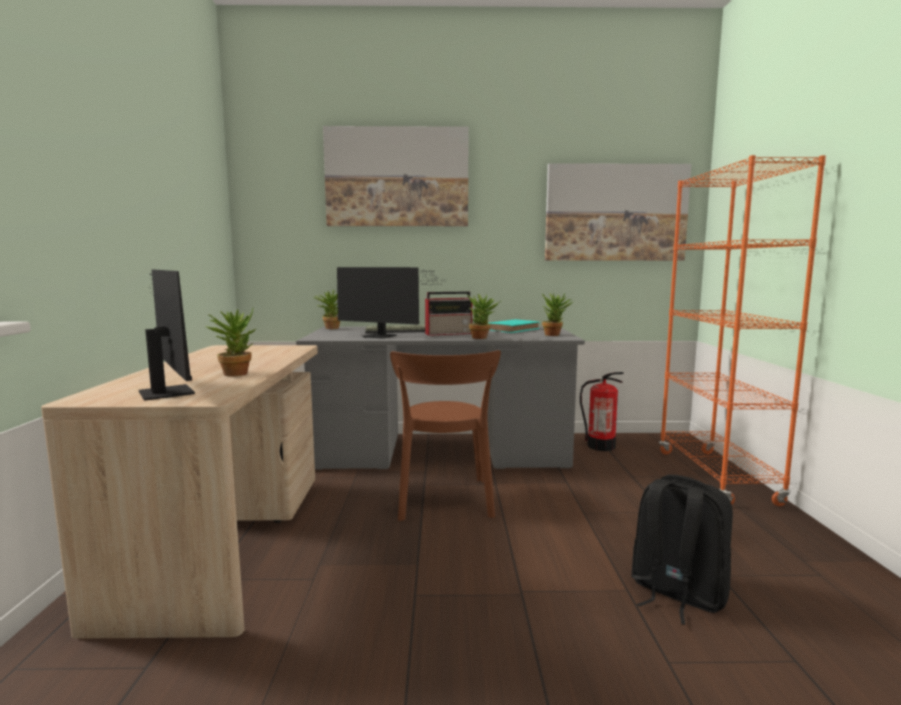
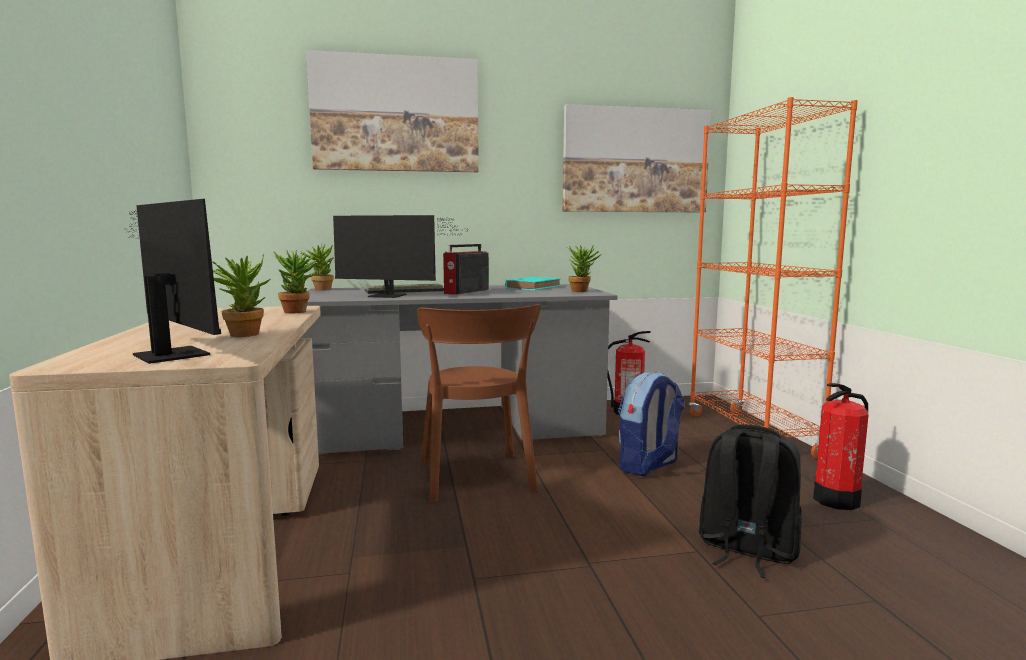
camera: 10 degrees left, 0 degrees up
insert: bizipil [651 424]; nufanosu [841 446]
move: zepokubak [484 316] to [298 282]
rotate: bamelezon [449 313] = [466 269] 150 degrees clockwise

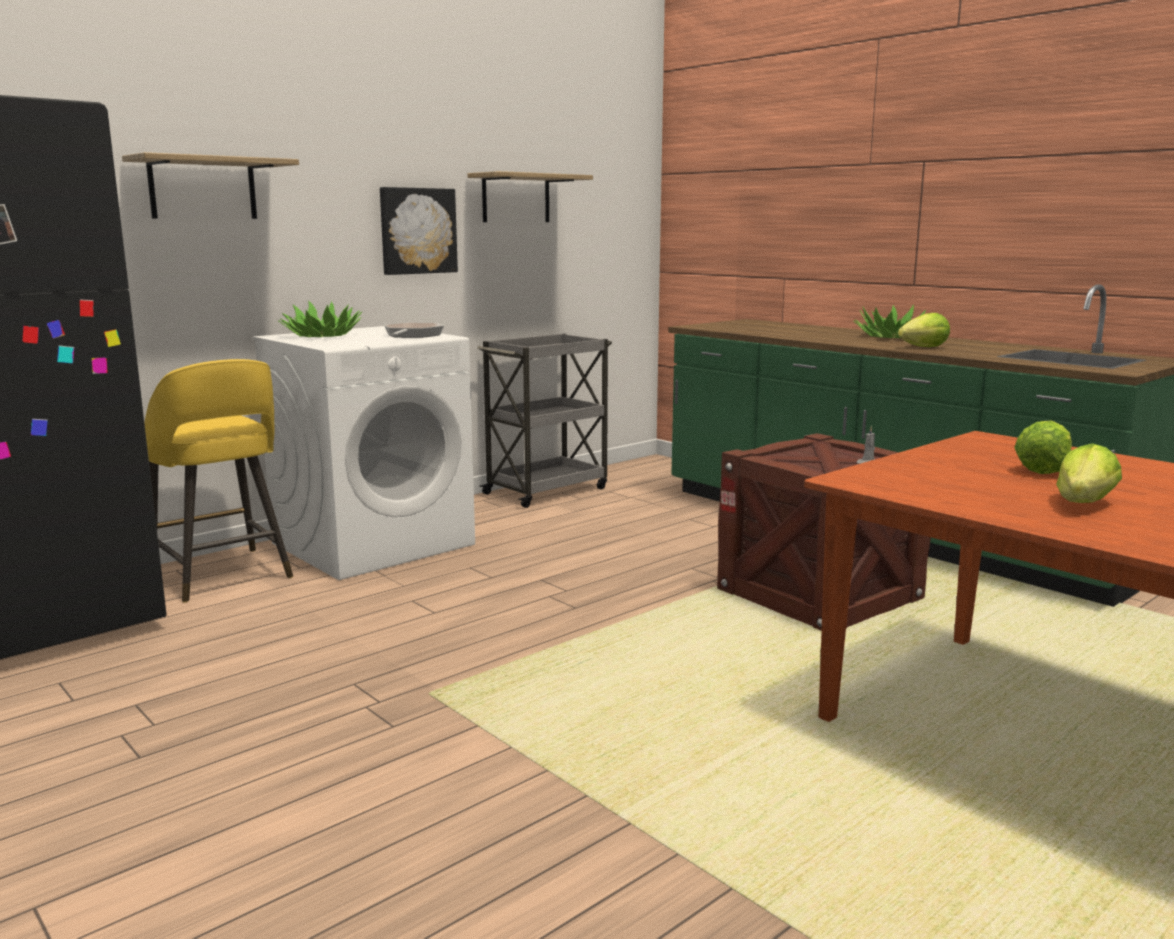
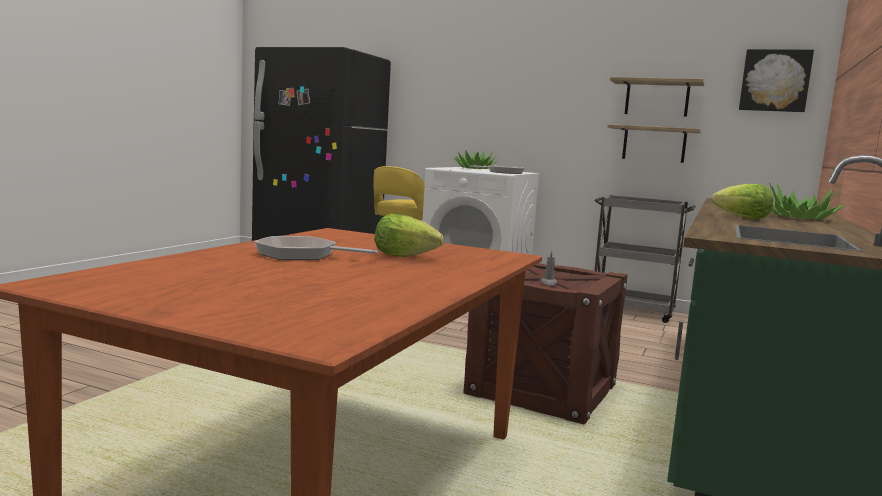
camera: 65 degrees right, 5 degrees down
move: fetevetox [210 185] to [654 143]; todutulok [419 231] to [776 80]
replace: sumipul [1089 473] to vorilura [316 248]

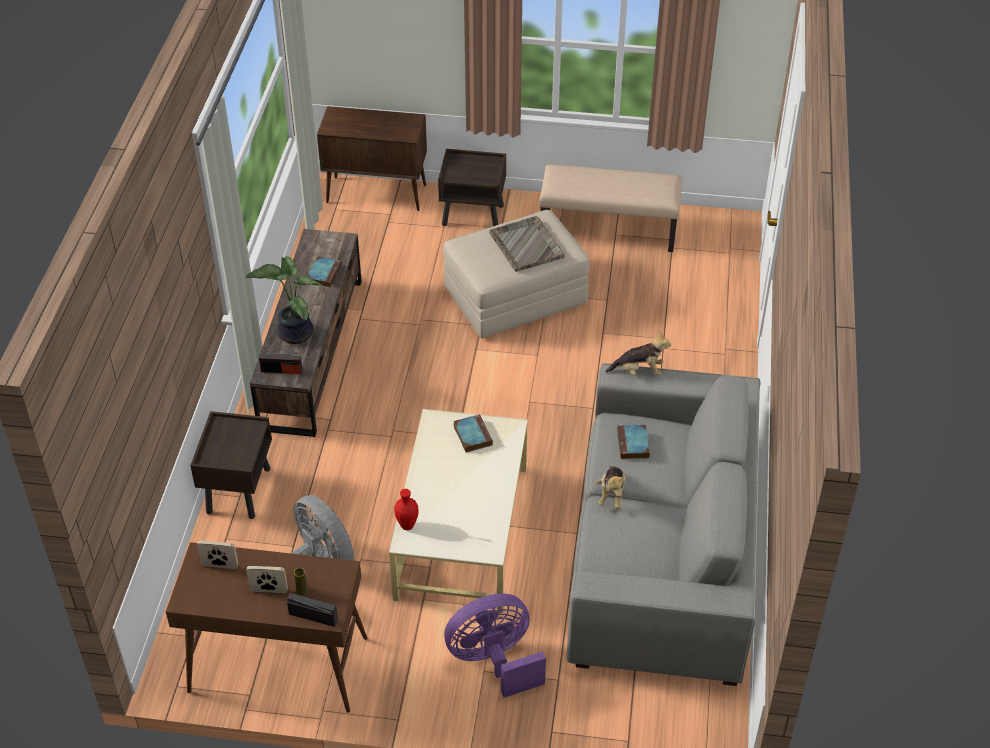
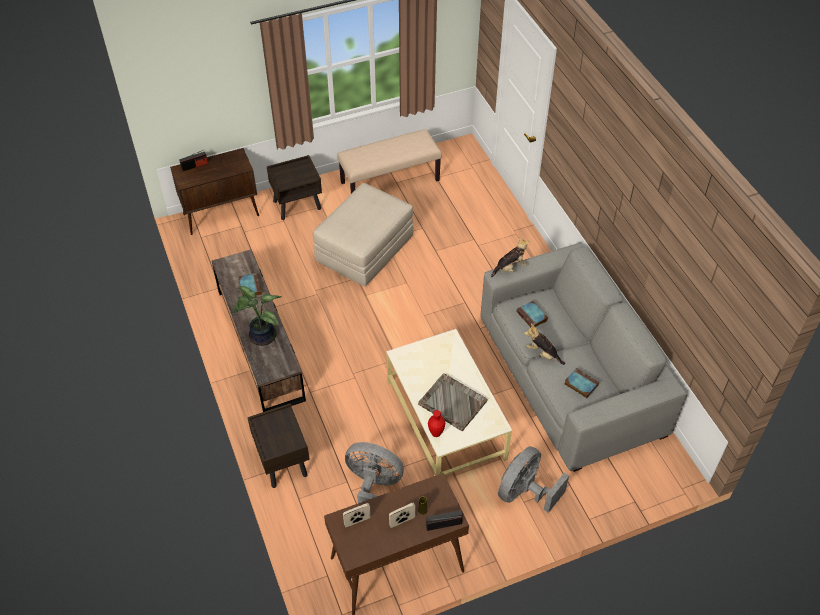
camera: 30 degrees left, 5 degrees up
move: bamelezon [280 363] to [193 160]; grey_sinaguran [527 244] to [453 402]; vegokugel [473 433] to [582 383]
recolor: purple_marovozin [495 646] to grey_marovozin [533 479]
rotate: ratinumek [611 487] = [544 344] 150 degrees clockwise

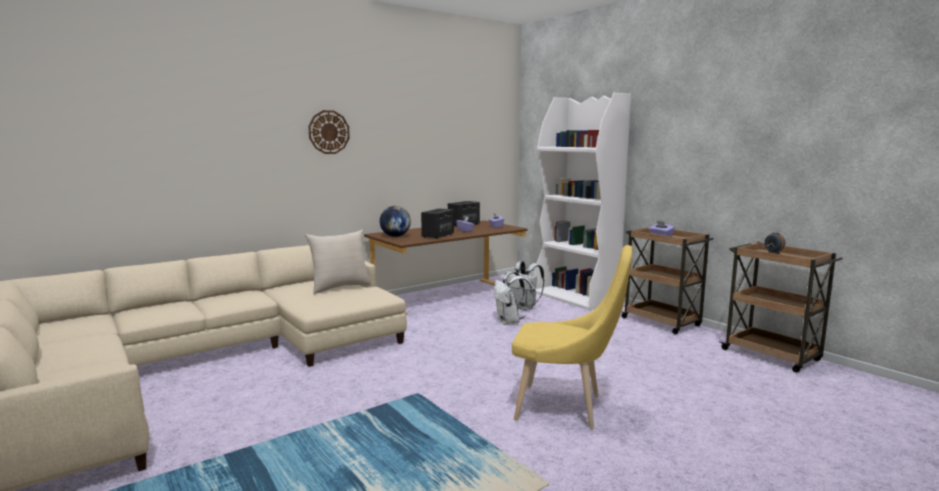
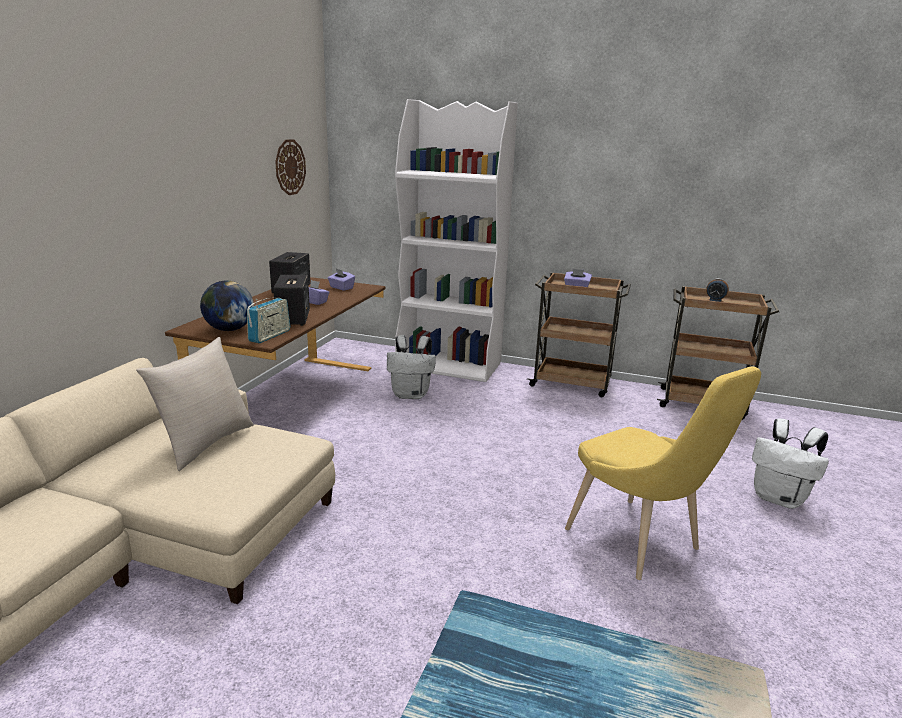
camera: 35 degrees left, 10 degrees up
insert: bamelezon [268 320]
move: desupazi [329 132] to [290 167]; white_bizipil [514 298] to [790 464]
rotate: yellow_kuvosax [572 337] = [663 473] 75 degrees clockwise

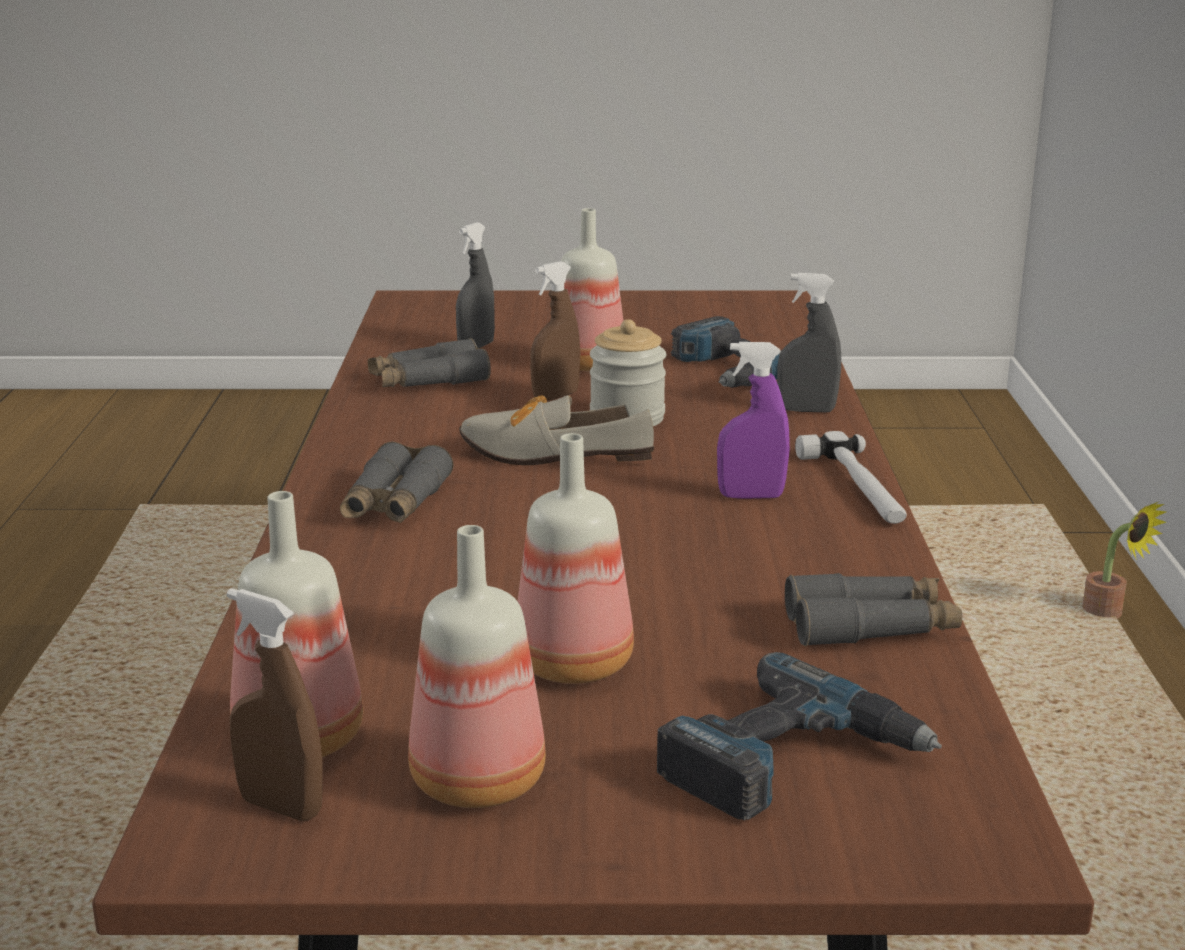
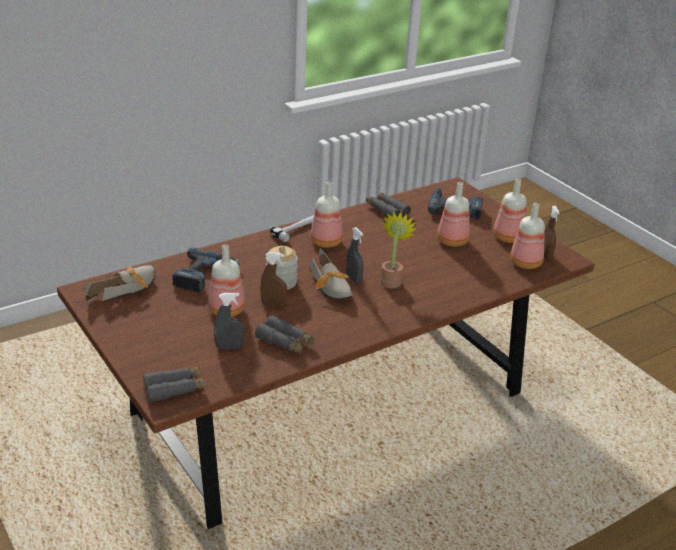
camera: 125 degrees left, 10 degrees up
insert: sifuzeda [120 284]
move: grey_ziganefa [396 482] to [175 384]; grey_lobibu [809 342] to [354 255]; zepokubak [1124 560] to [398 249]
replace: purple_lobibu [753 420] to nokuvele [326 215]

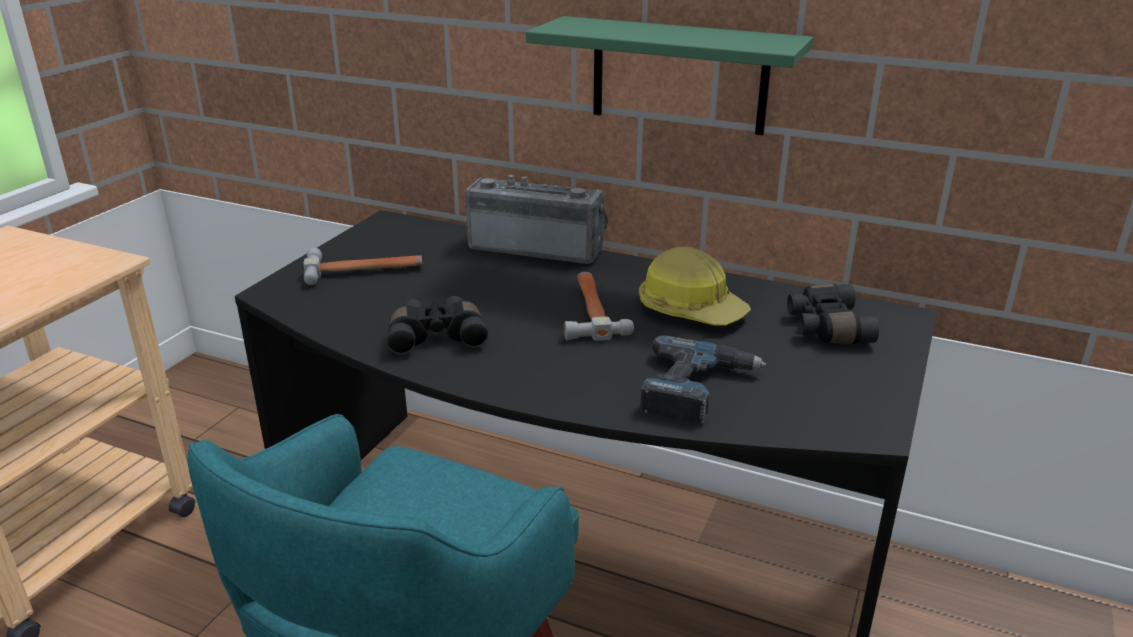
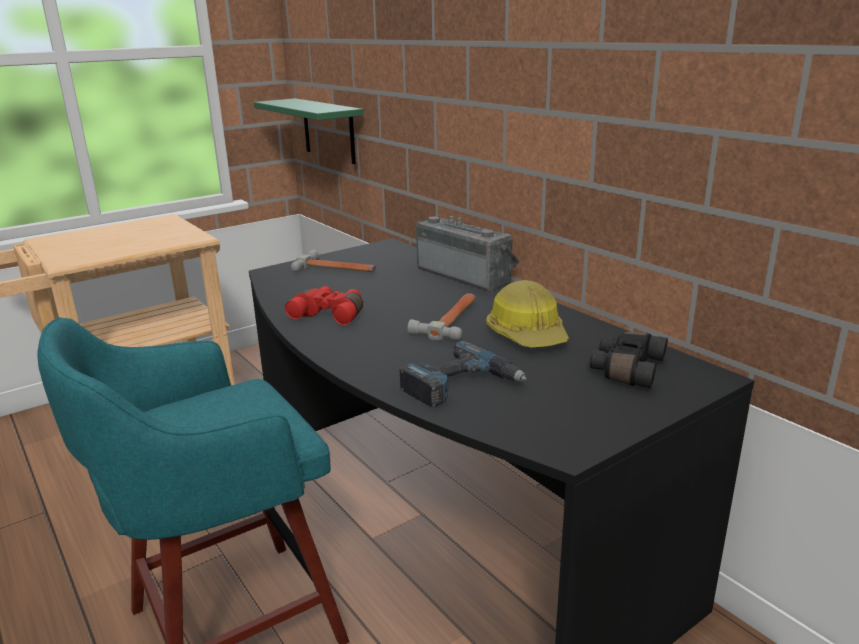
camera: 30 degrees right, 5 degrees down
move: green_fetevetox [669 75] to [308 131]
recolor: black_ziganefa [437 325] to red_ziganefa [324 305]

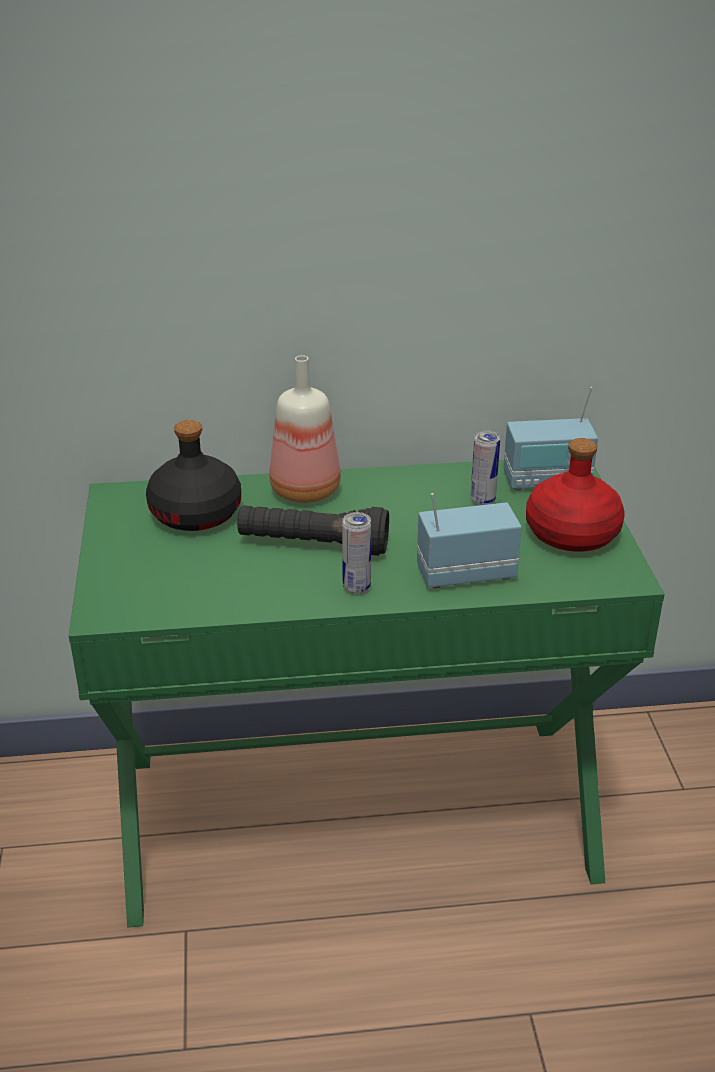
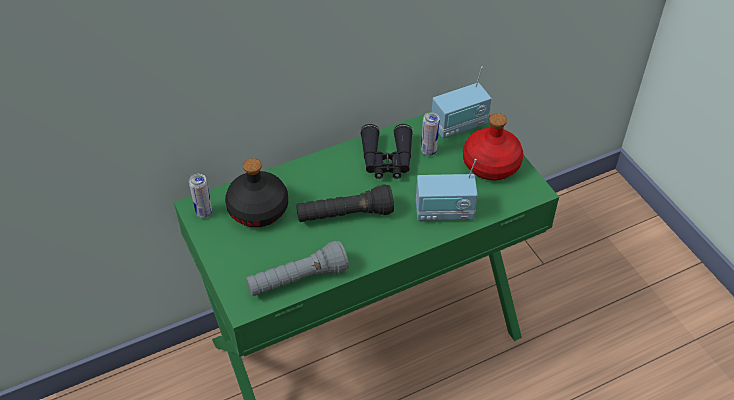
camera: 20 degrees left, 15 degrees up
delete: nokuvele [305 429]
insert: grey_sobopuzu [297 268]; black_ziganefa [386 151]
move: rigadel [356 553] to [201 196]
rotate: bamelezon [469 541] = [447 190] 150 degrees counterclockwise

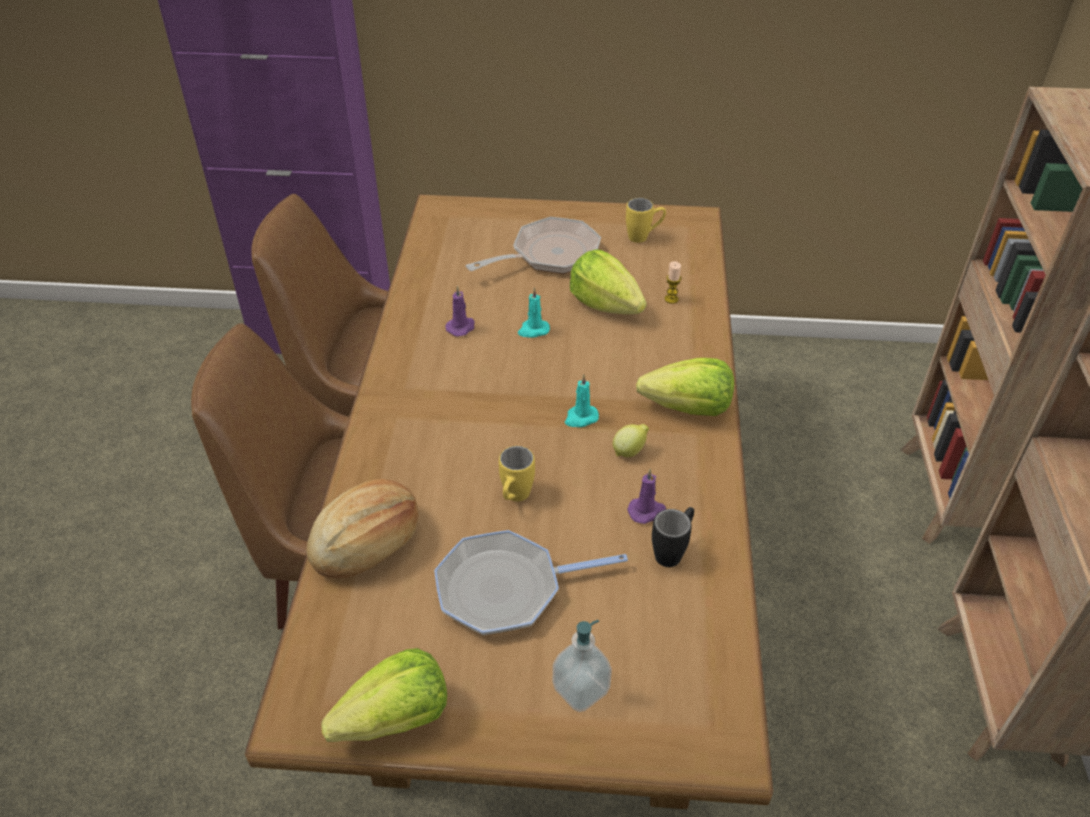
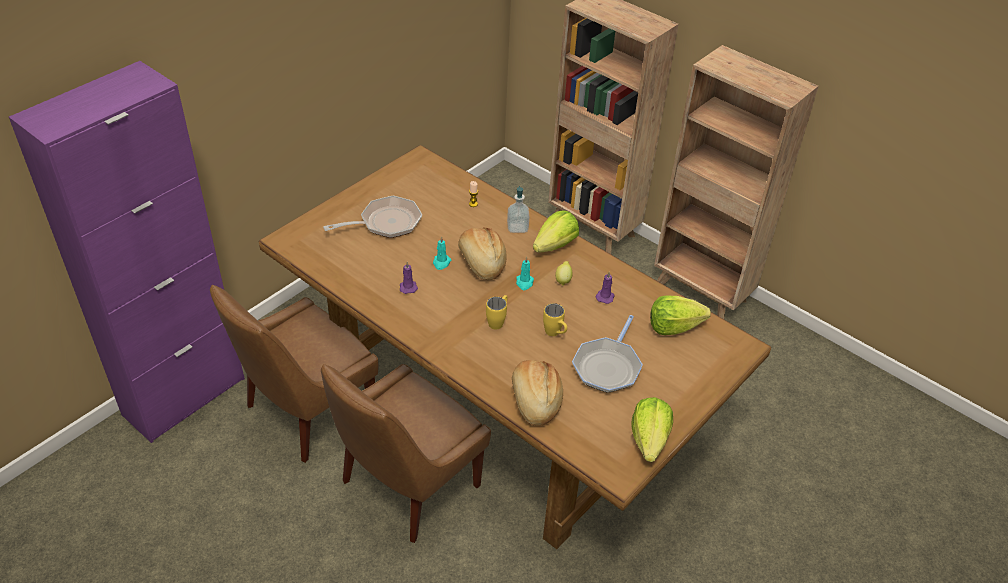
camera: 55 degrees left, 0 degrees up
delete: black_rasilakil [673 537]
insert: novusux [482 253]
move: yellow_rasilakil [646 220] to [496 312]; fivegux [582 666] to [518 209]; sumipul [608 281] to [680 315]
rotate: vorilura [533 245] = [372 217] 60 degrees clockwise

